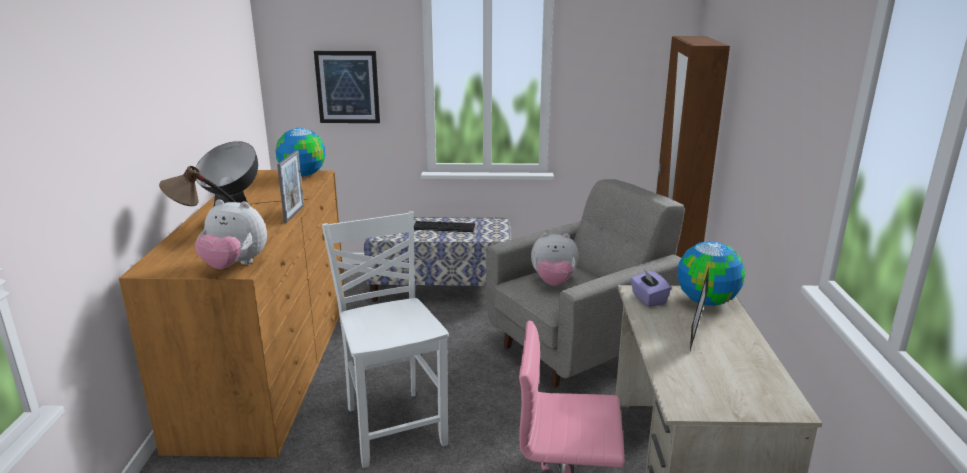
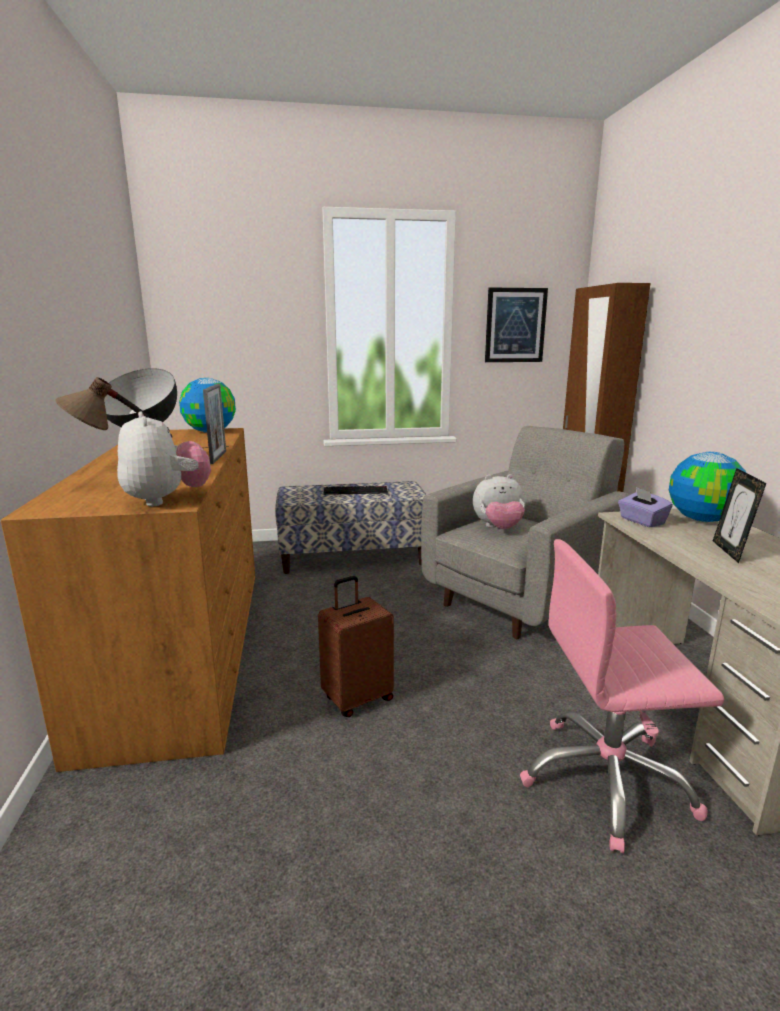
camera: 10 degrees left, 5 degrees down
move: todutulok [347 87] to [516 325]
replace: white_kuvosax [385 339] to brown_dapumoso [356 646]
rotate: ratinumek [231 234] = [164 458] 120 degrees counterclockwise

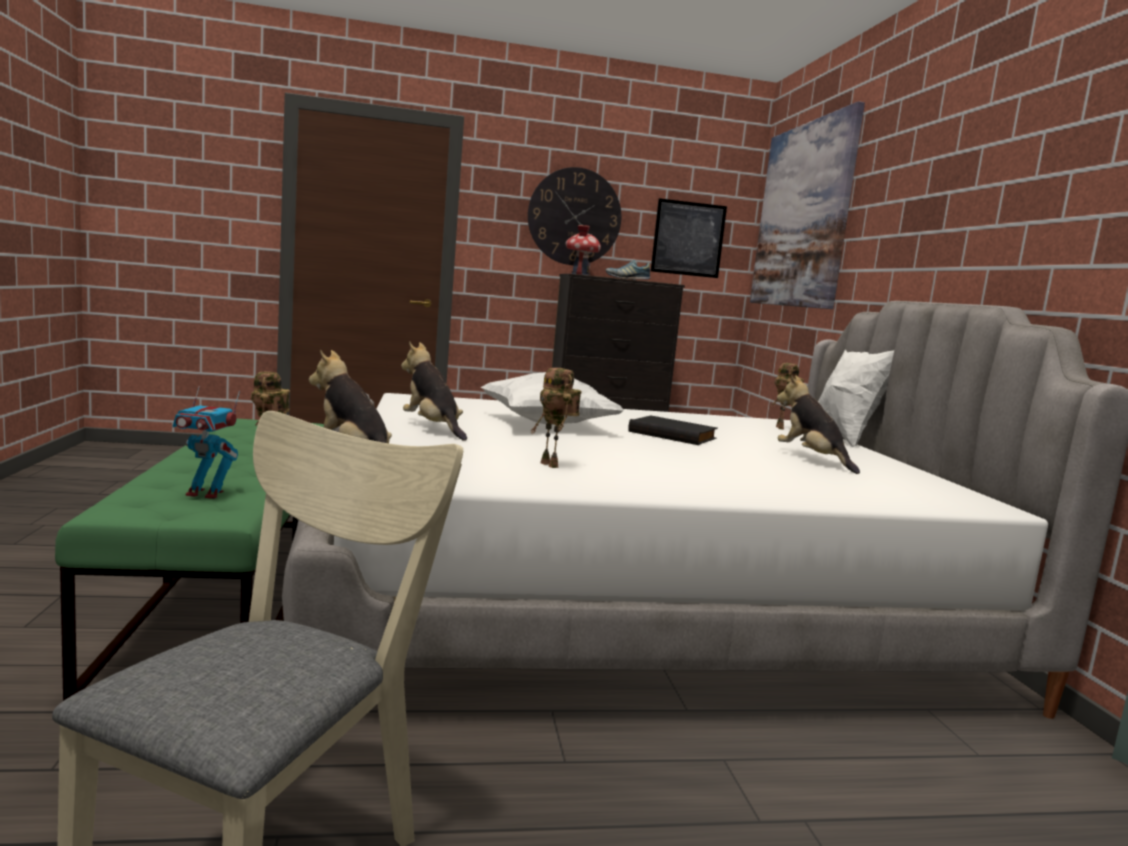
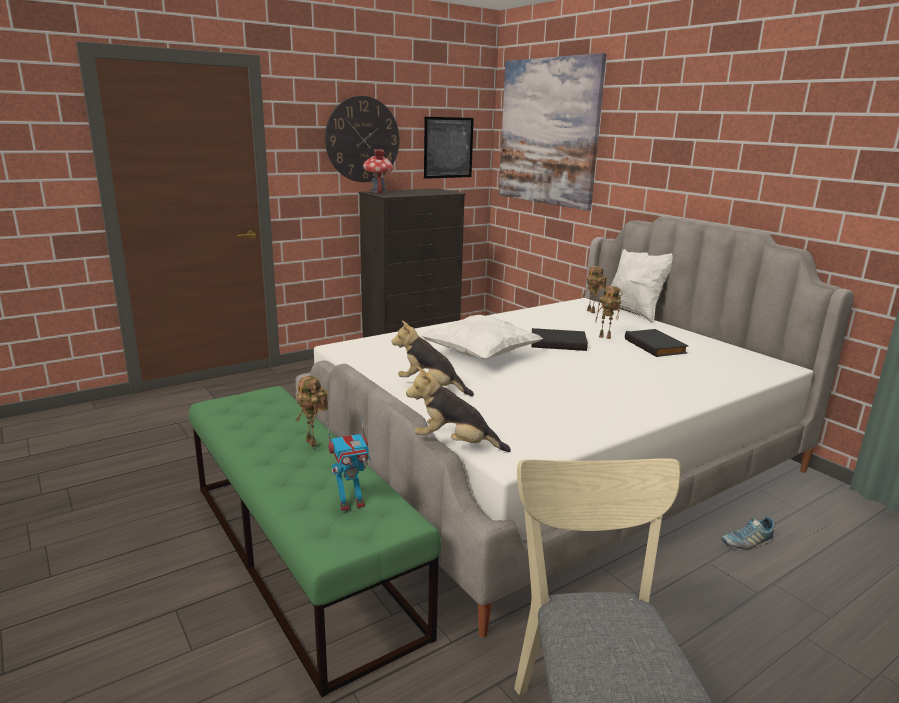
camera: 25 degrees left, 10 degrees up
move: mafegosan [556 418] to [609 312]; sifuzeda [628 269] to [748 534]
replace: ratinumek [818 424] to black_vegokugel [656 343]

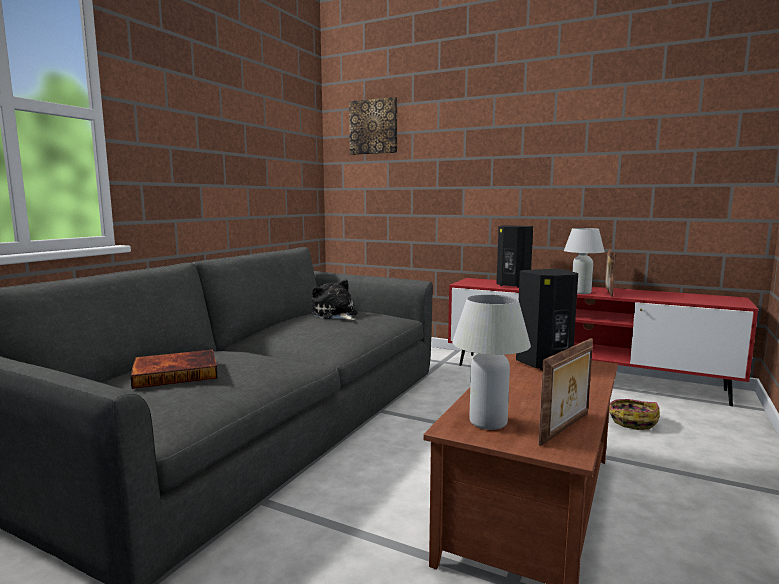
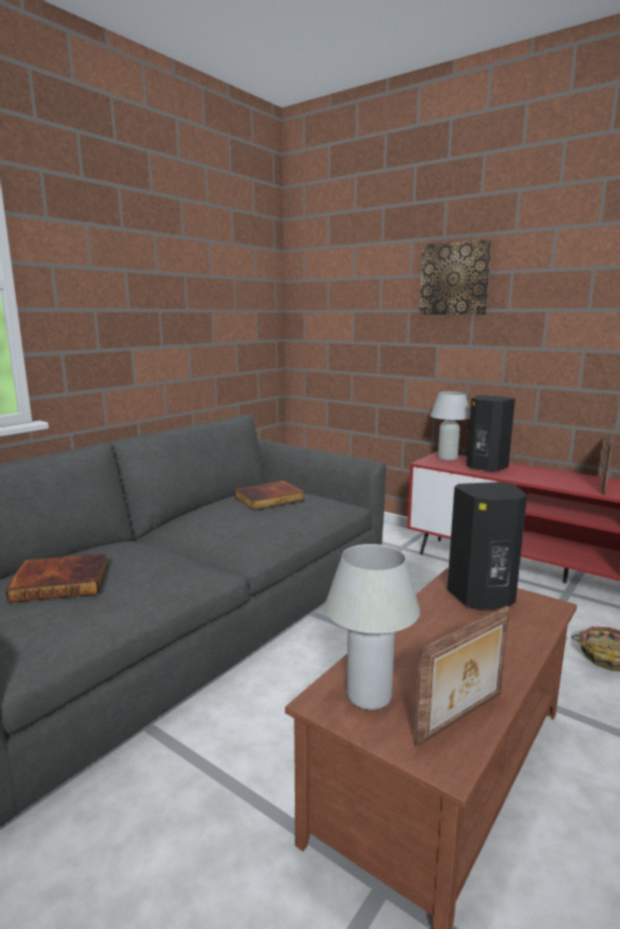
camera: 10 degrees right, 5 degrees up
move: todutulok [373 126] to [455 277]; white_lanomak [584 261] to [450 426]
replace: ratinumek [335 300] to vegokugel [269 495]

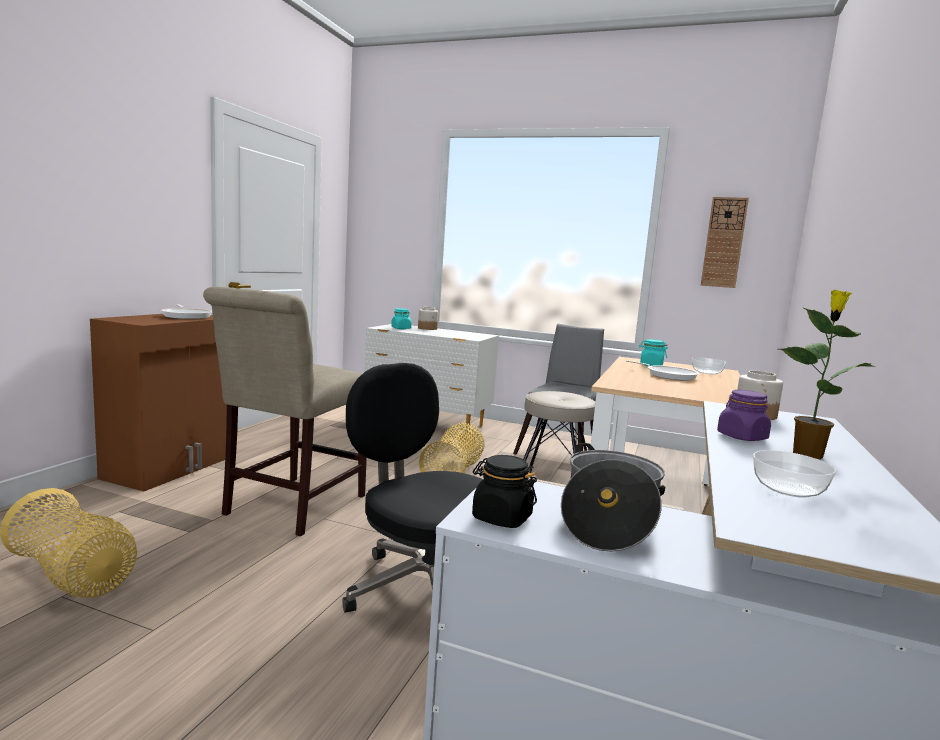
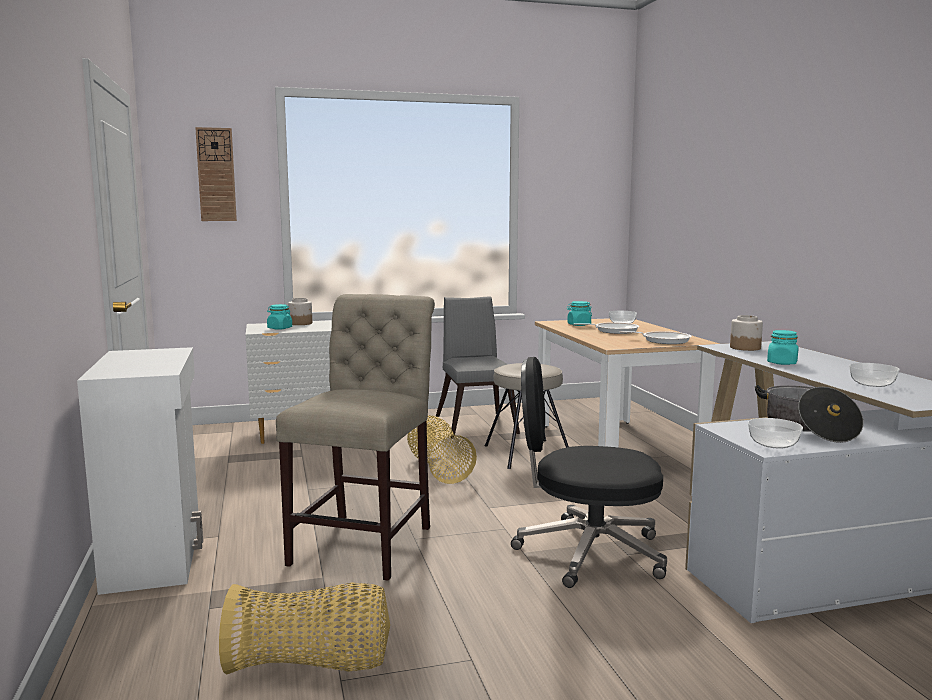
camera: 35 degrees left, 0 degrees up
delete: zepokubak [826 374]
move: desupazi [725 242] to [216 174]; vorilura [186 311] to [655 337]
replace: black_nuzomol [504 491] to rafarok [775 433]
recolor: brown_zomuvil [158 402] to white_zomuvil [140 471]; purple_nuzomol [744 415] to turquoise_nuzomol [782 347]
rotate: beige_kuvosax [285 411] = [355 437] 150 degrees counterclockwise

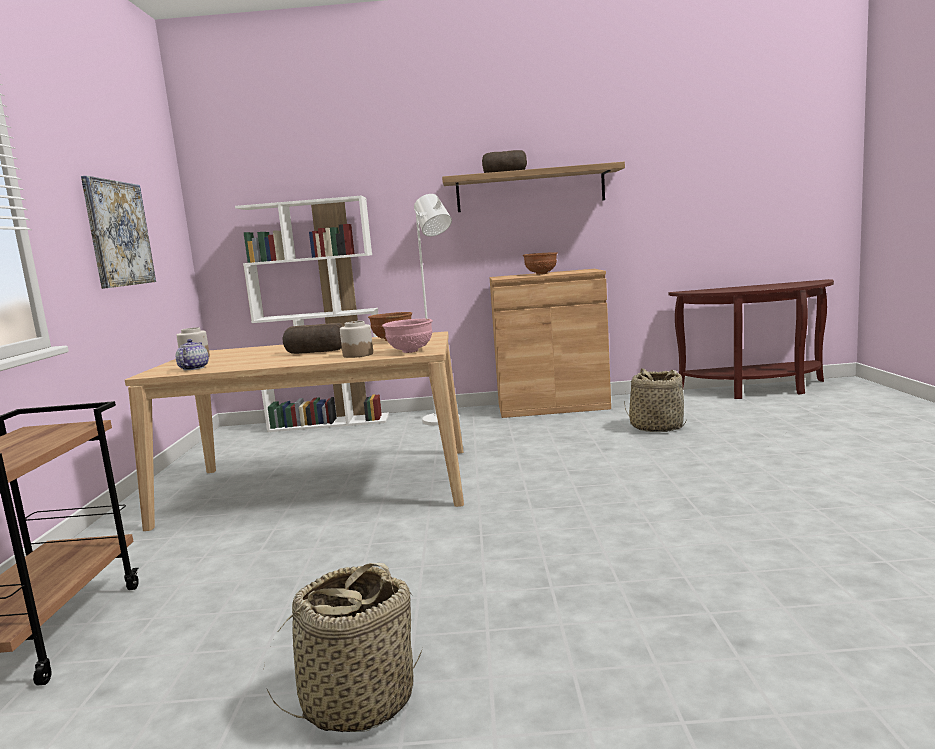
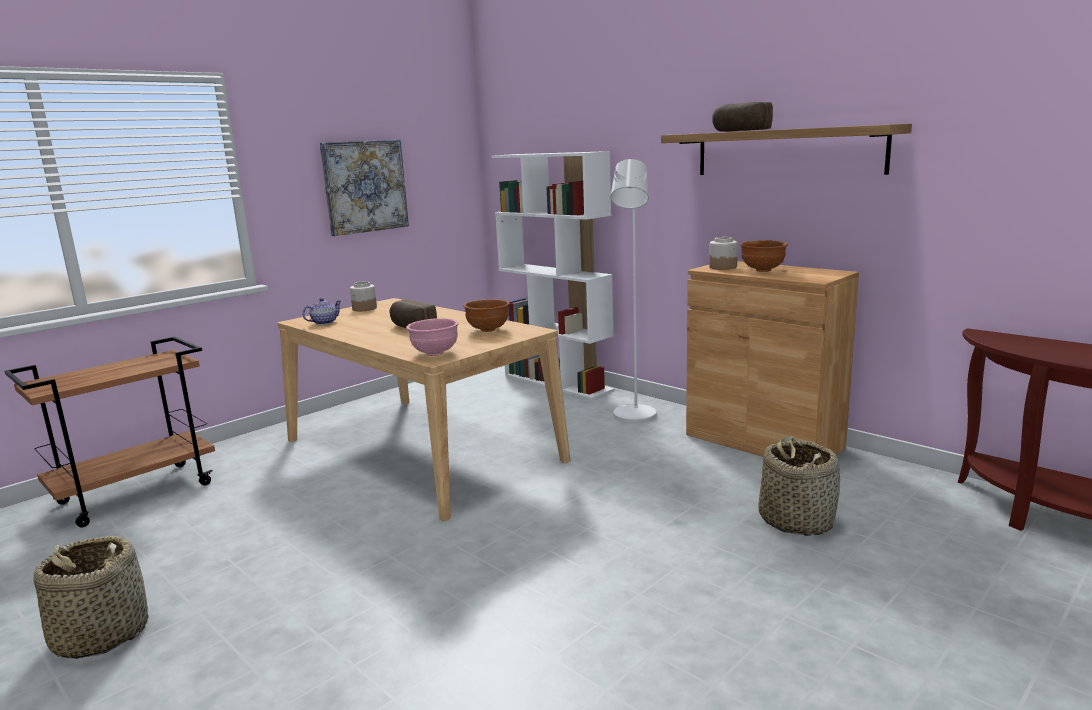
camera: 45 degrees right, 5 degrees up
move: nuzomol [356 339] to [723 253]

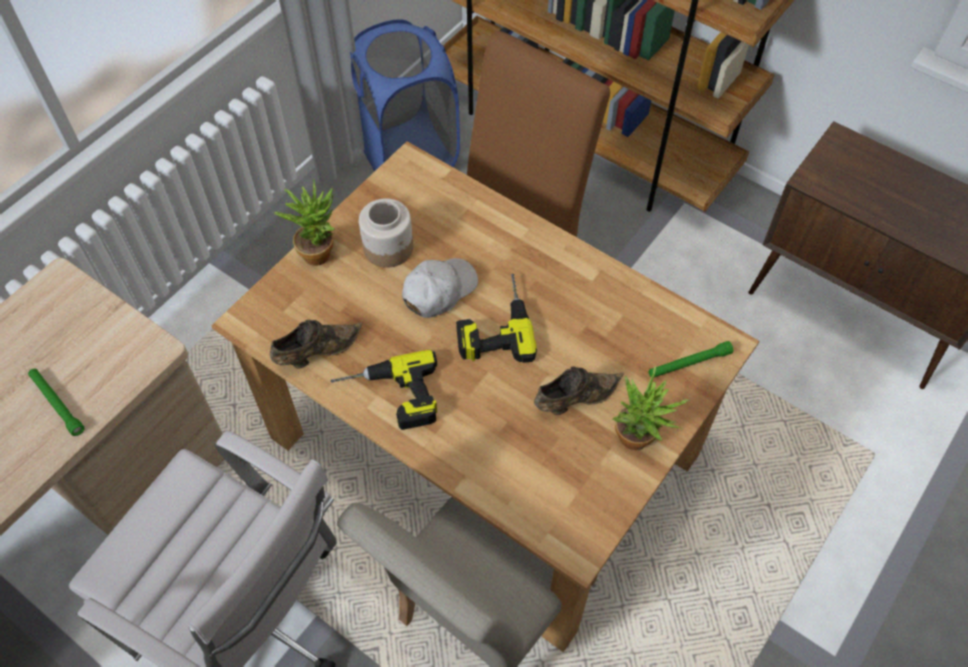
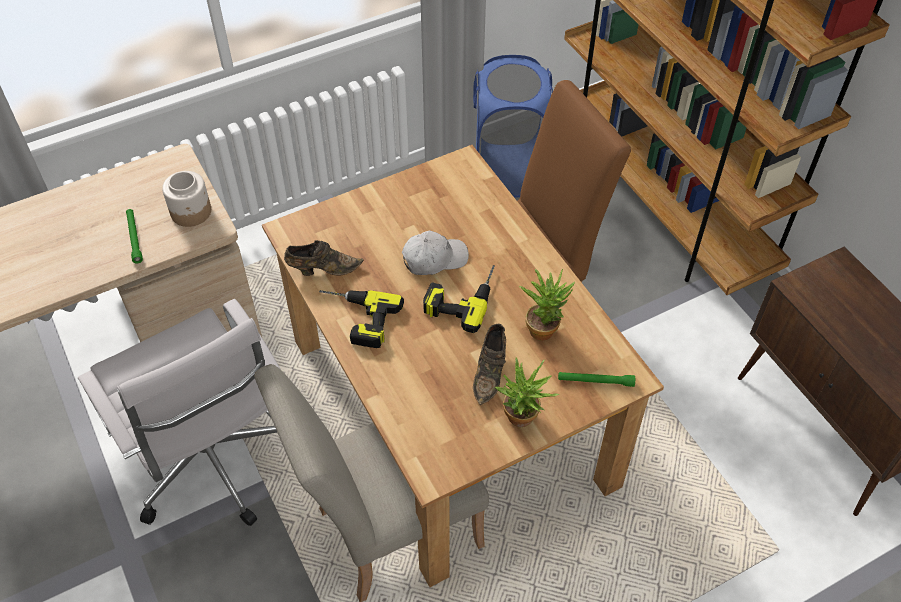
camera: 25 degrees right, 5 degrees down
move: nuzomol [386 233] to [186 199]; zepokubak [304 222] to [547 305]
rotate: brown_sifuzeda [579 390] = [489 364] 105 degrees clockwise

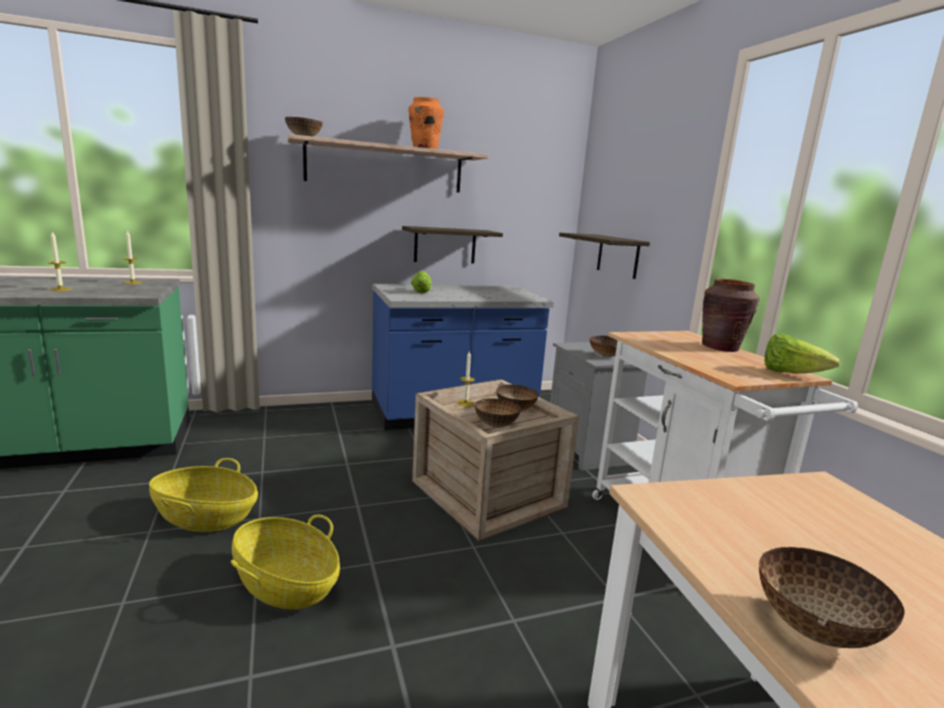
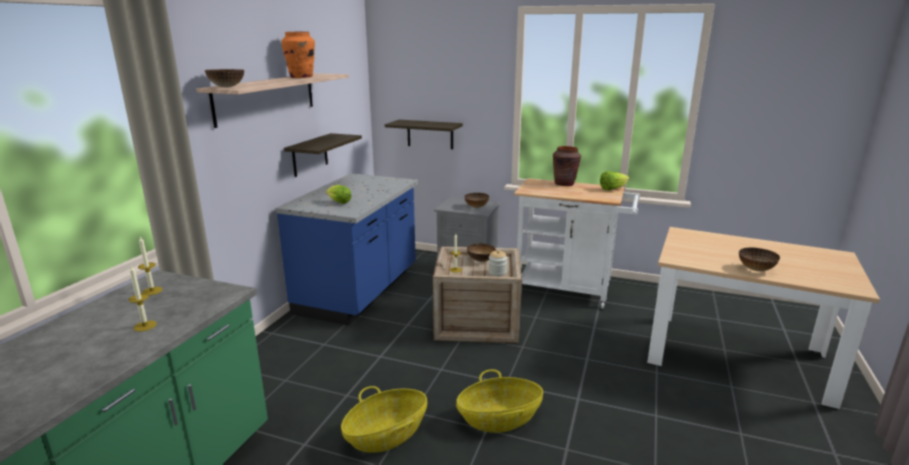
camera: 50 degrees left, 5 degrees up
replace: rafarok [498 413] to nuzomol [497 263]

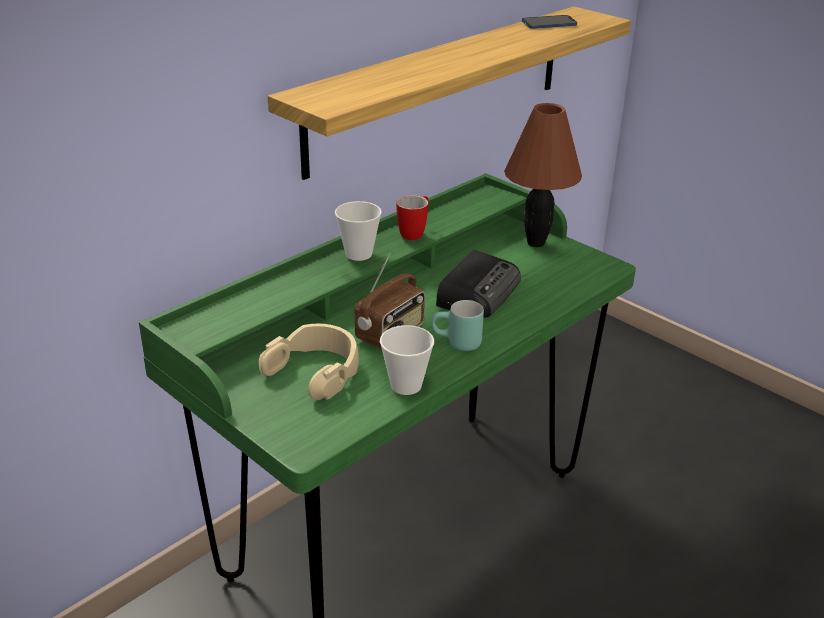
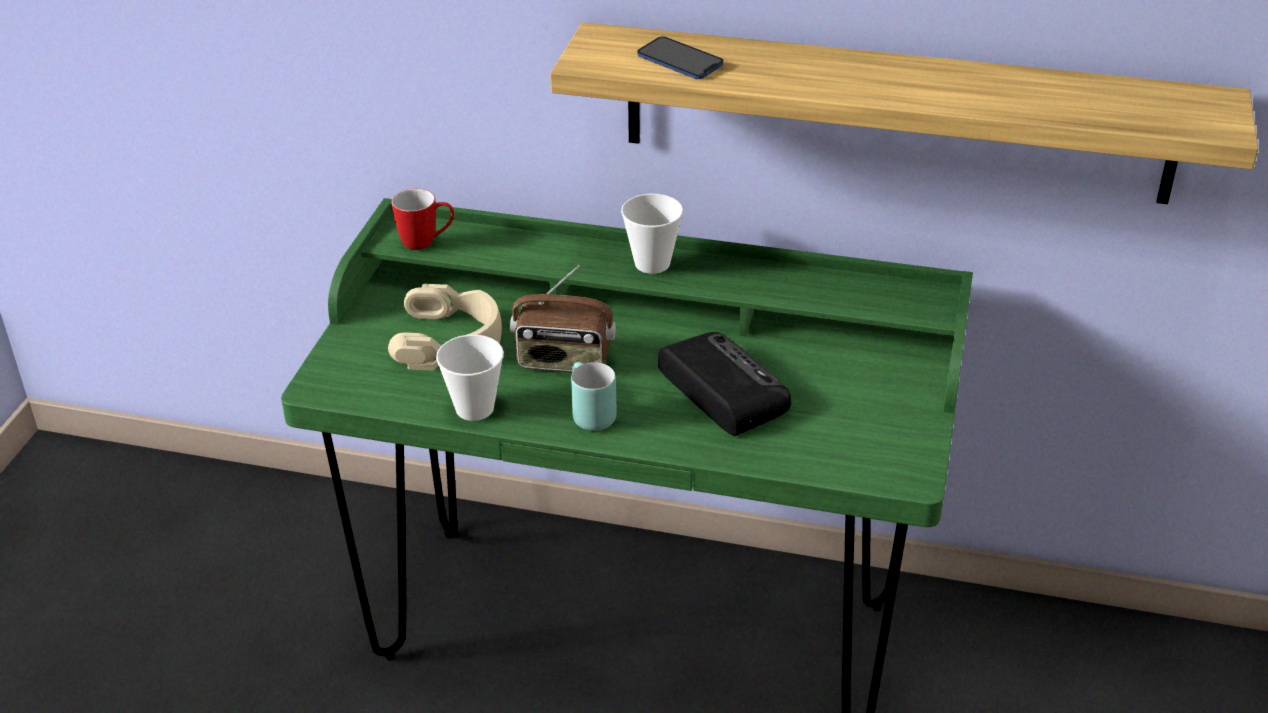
camera: 60 degrees right, 5 degrees up
delete: brown_lanomak [543 175]
move: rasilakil [412 217] to [422 219]; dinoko [549 22] to [680 57]
rotate: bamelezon [478 284] = [724 384] 120 degrees counterclockwise

